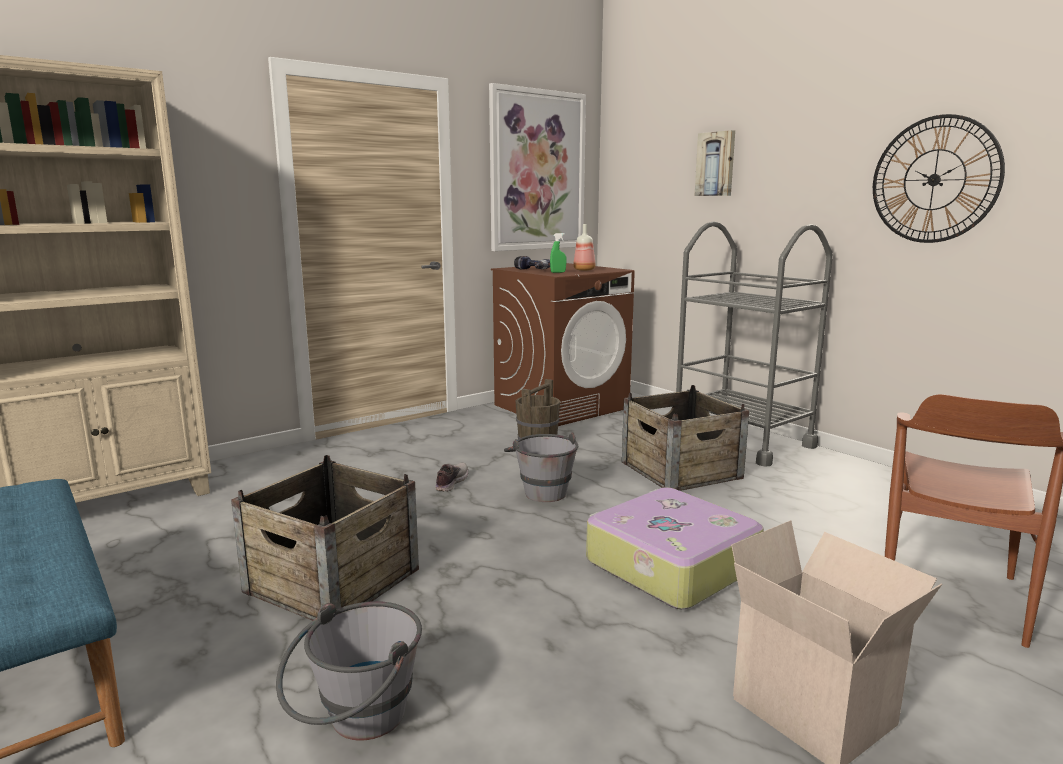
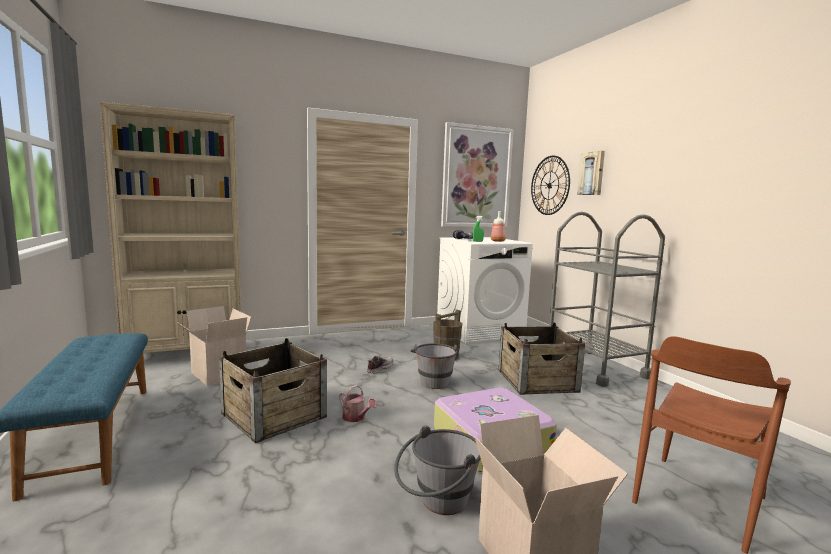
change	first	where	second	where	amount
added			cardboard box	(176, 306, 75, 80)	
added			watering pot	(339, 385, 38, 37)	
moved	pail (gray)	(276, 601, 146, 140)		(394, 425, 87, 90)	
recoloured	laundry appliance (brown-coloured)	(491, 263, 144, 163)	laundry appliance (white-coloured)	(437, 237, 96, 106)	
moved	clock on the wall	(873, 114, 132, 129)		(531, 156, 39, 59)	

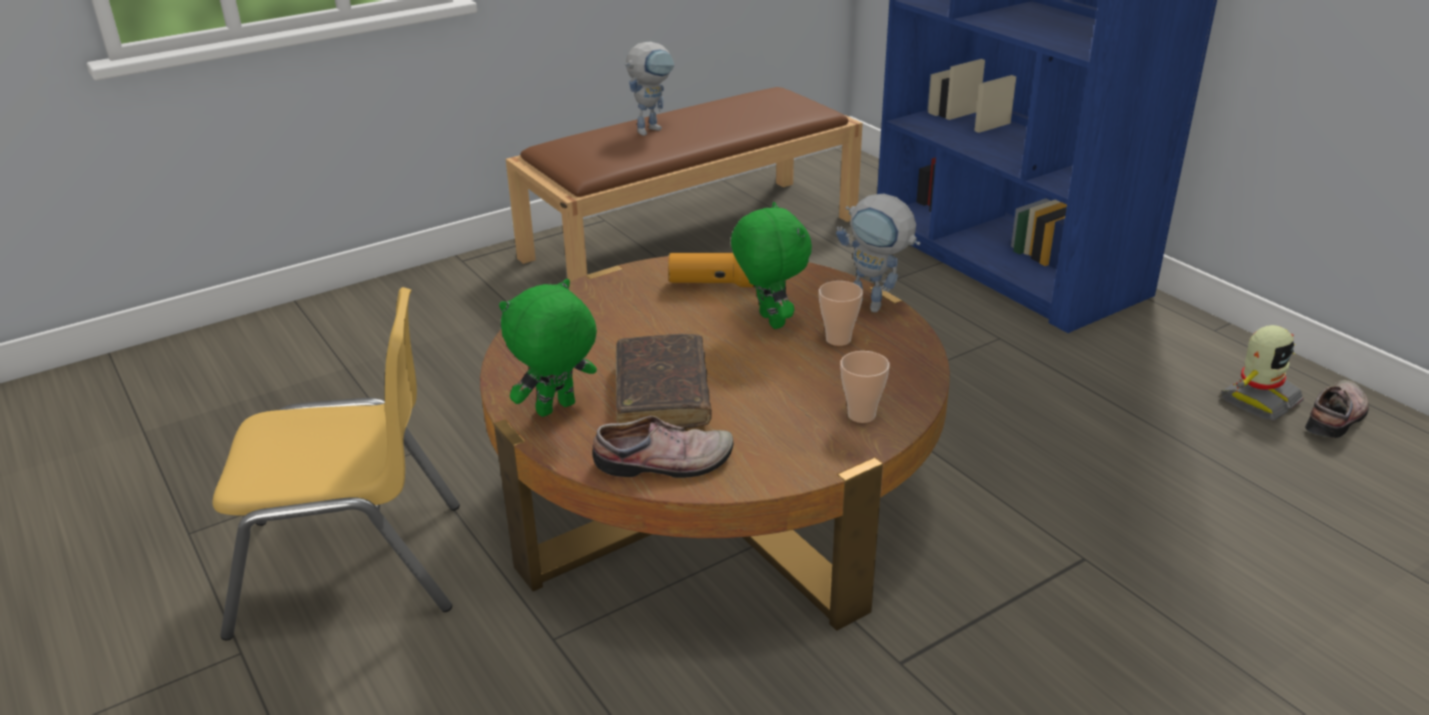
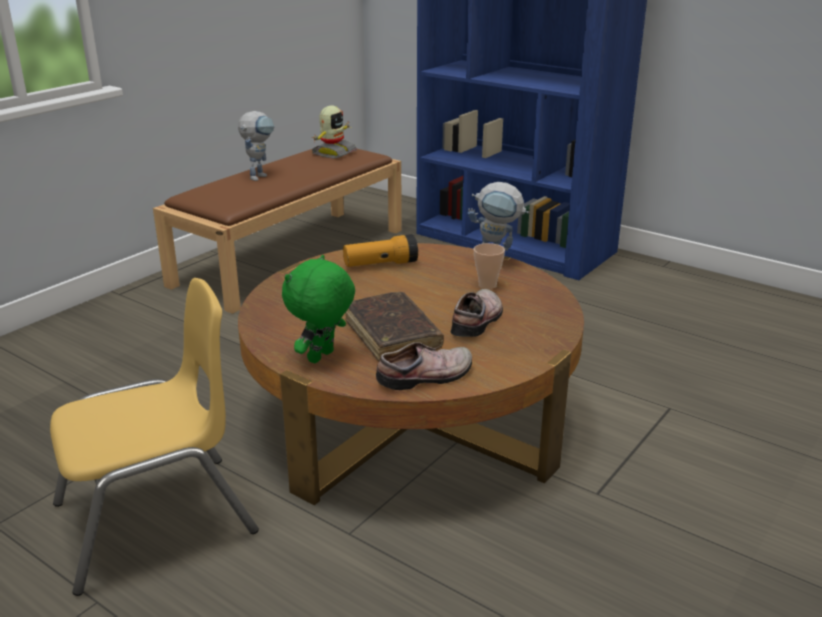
change	first	where	second	where	amount
moved	robot figure	(1220, 325, 84, 96)		(311, 106, 46, 52)	
moved	shoe	(1305, 380, 64, 58)		(451, 289, 52, 48)	
removed	plush toy (green-coloured)	(731, 202, 81, 127)			
removed	cup	(840, 351, 50, 72)			

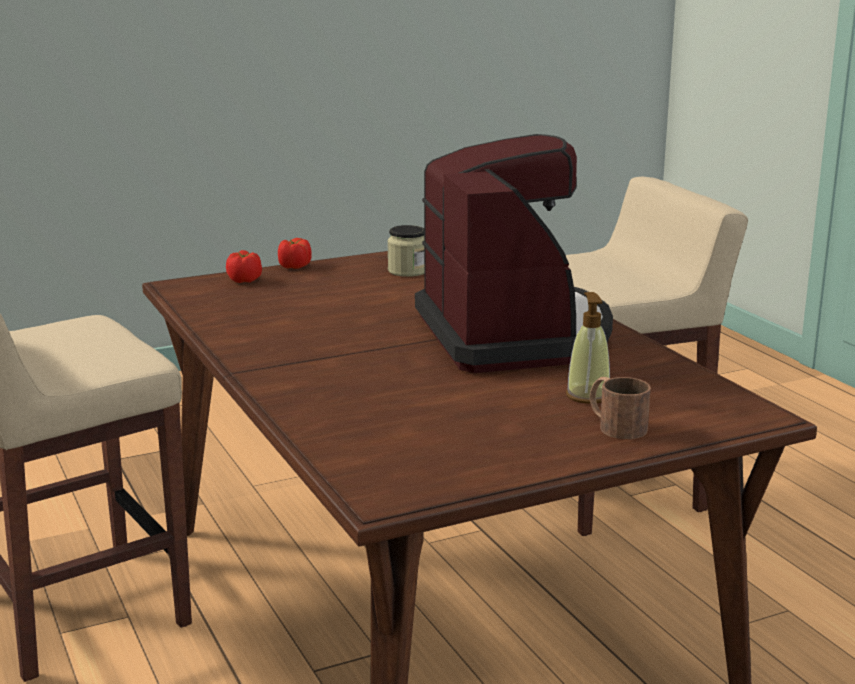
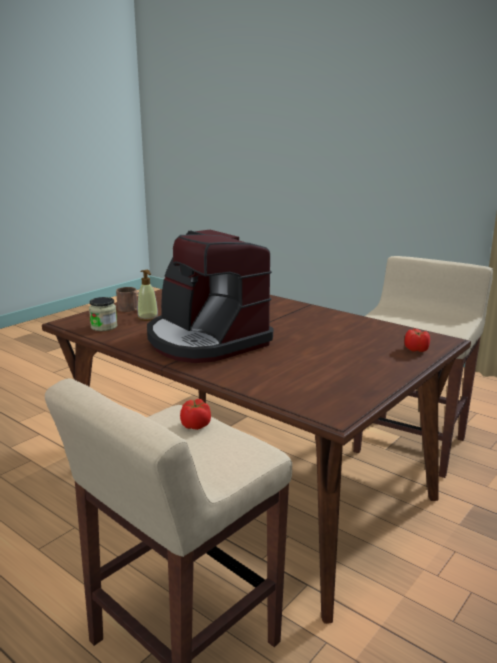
change	first	where	second	where	amount
moved	storage jar	(387, 225, 37, 52)		(89, 297, 28, 34)	
moved	tomato	(278, 238, 34, 31)		(180, 399, 31, 31)	

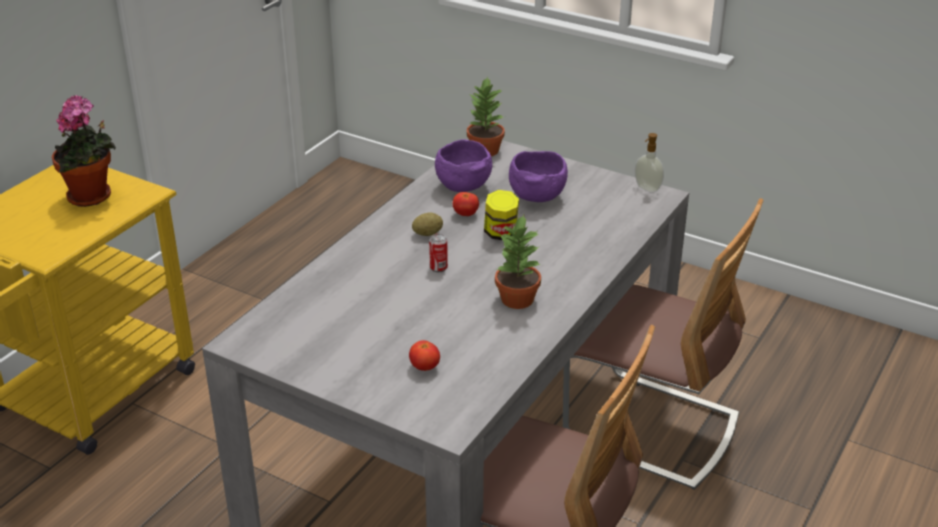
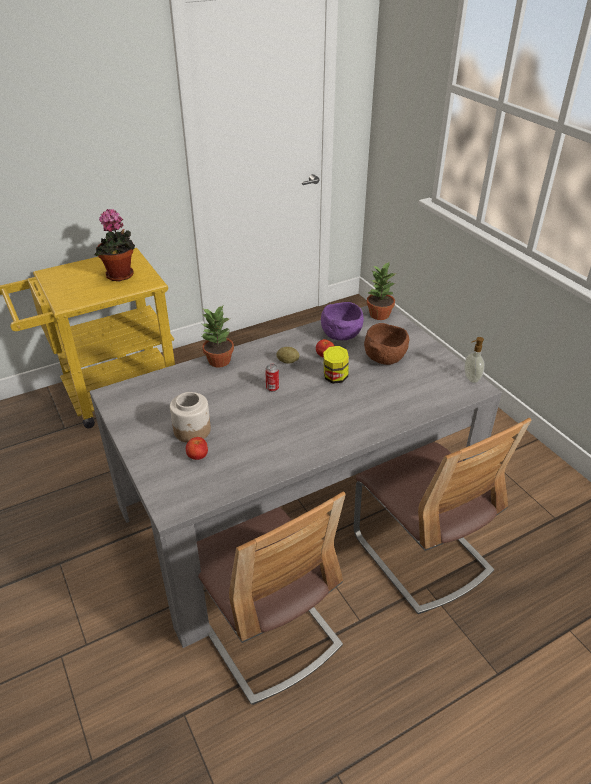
change	first	where	second	where	amount
added			storage jar	(170, 392, 41, 51)	
moved	houseplant	(495, 215, 46, 94)		(201, 306, 33, 61)	
recoloured	deep dish (purple)	(509, 151, 59, 51)	deep dish (brown-coloured)	(364, 323, 45, 42)	

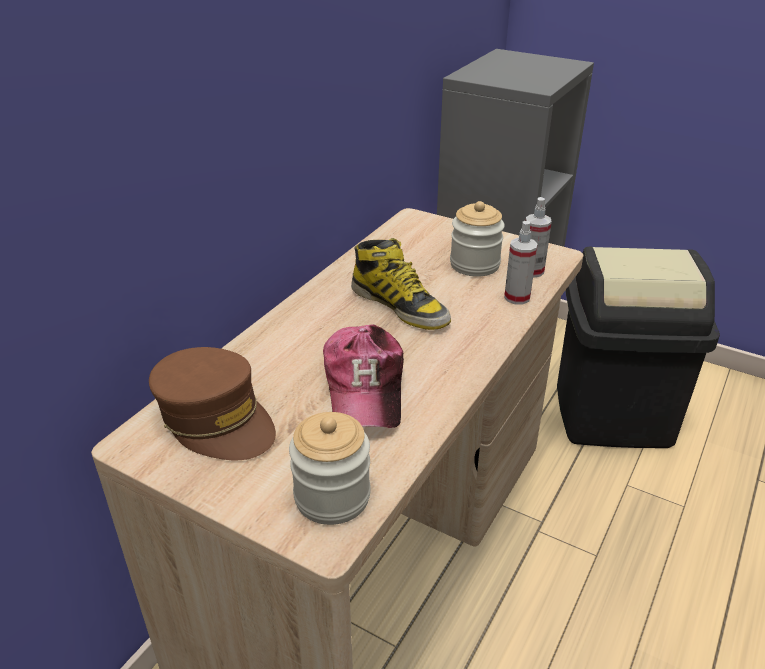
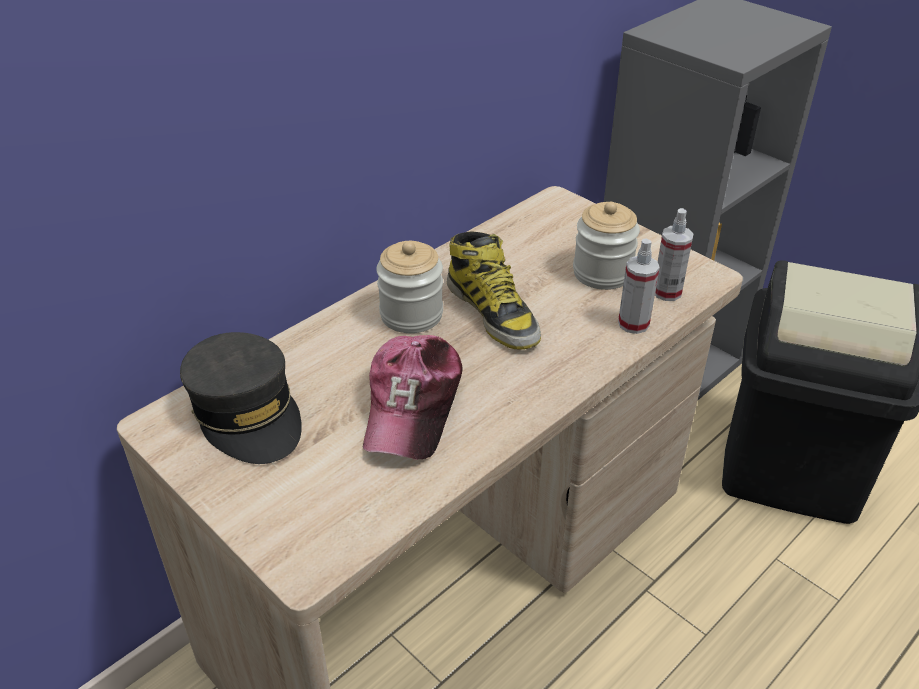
change	first	where	second	where	amount
recoloured	baseball cap (brown-coloured)	(149, 347, 127, 113)	baseball cap (gray)	(180, 332, 122, 132)	
moved	storage jar	(289, 412, 82, 113)		(376, 241, 67, 92)	

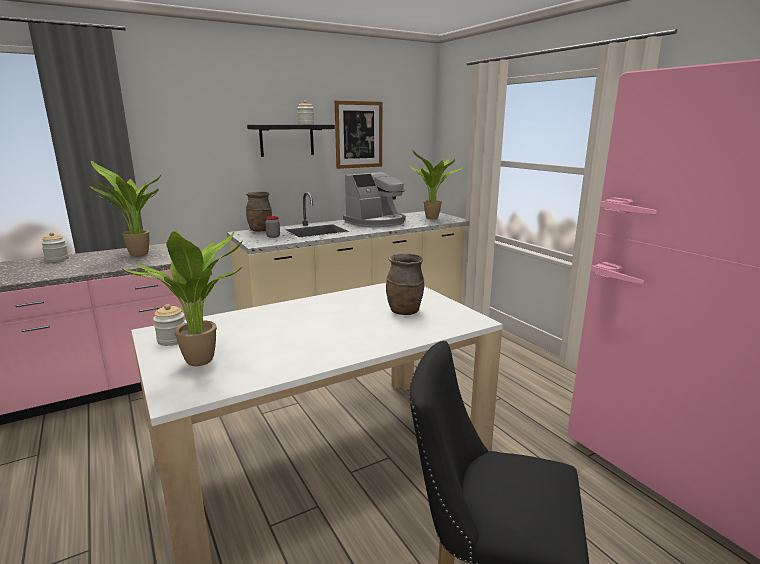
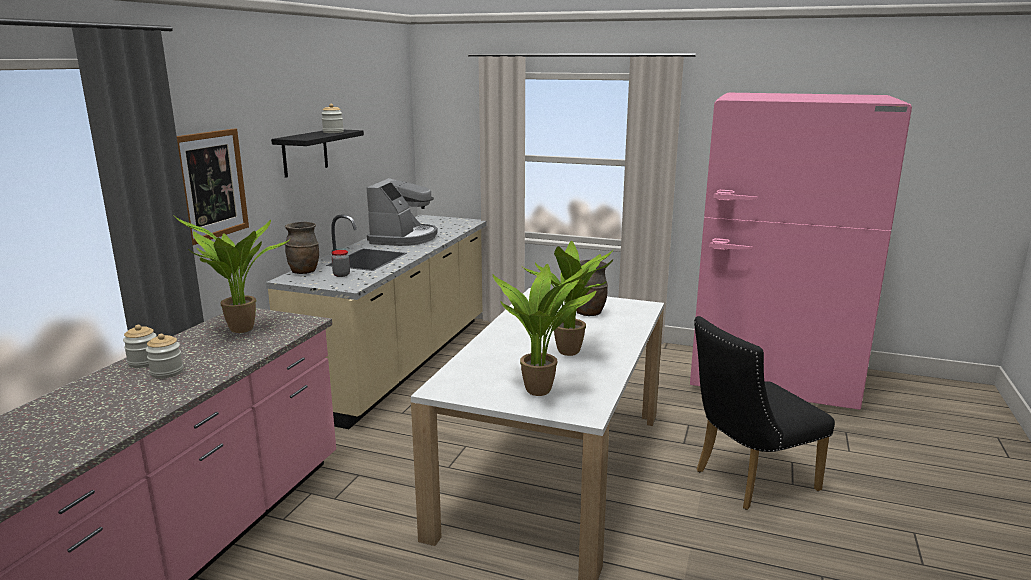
change	first	where	second	where	amount
moved	storage jar	(153, 304, 32, 42)		(146, 334, 37, 44)	
moved	wall picture	(335, 100, 47, 69)		(177, 128, 72, 117)	
moved	houseplant	(408, 150, 55, 69)		(523, 241, 91, 115)	

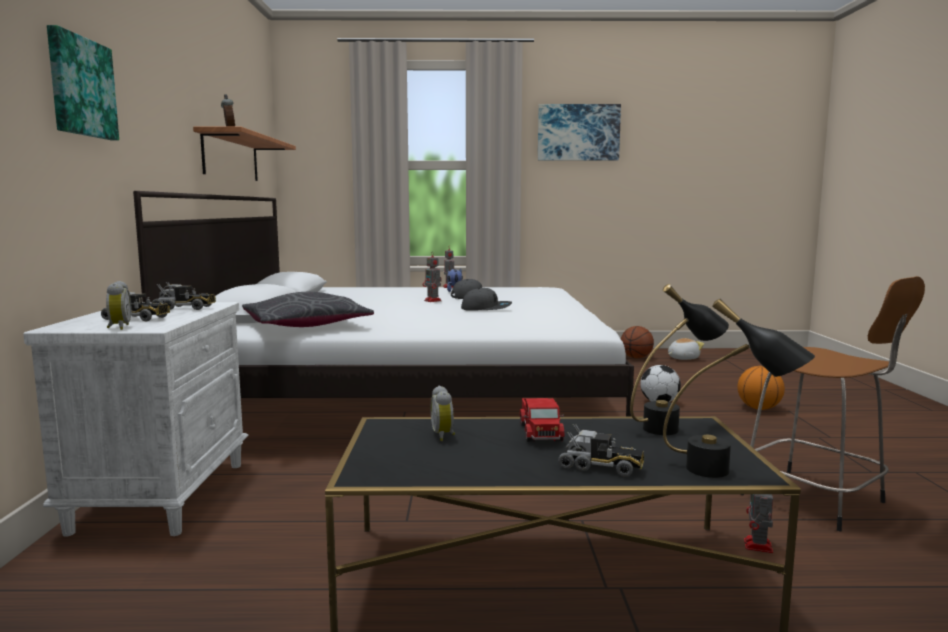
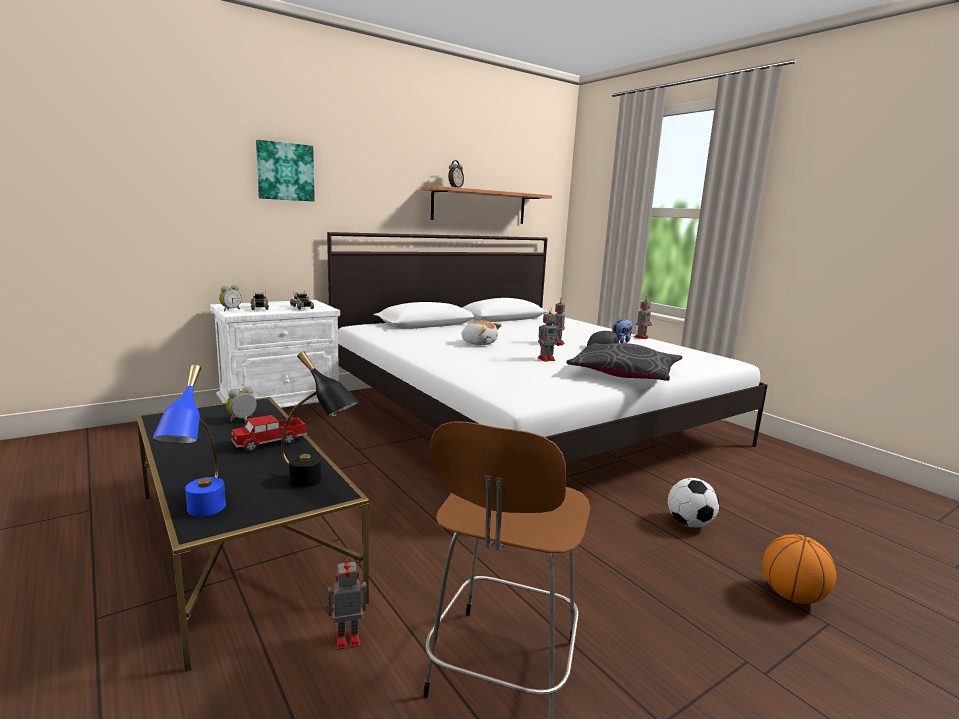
change	first	where	second	where	amount
recoloured	table lamp (black-coloured)	(663, 299, 152, 179)	table lamp (blue-coloured)	(152, 365, 74, 152)	
moved	plush toy	(668, 338, 36, 22)		(461, 320, 41, 25)	
replaced	baseball cap (gray)	(461, 288, 51, 23)	robot figure	(538, 307, 22, 55)	
moved	pillow (gray)	(242, 292, 132, 35)		(566, 343, 116, 38)	
removed	wall picture	(538, 104, 83, 57)			
removed	model truck	(558, 424, 87, 53)			
removed	basketball ball	(621, 326, 33, 32)			

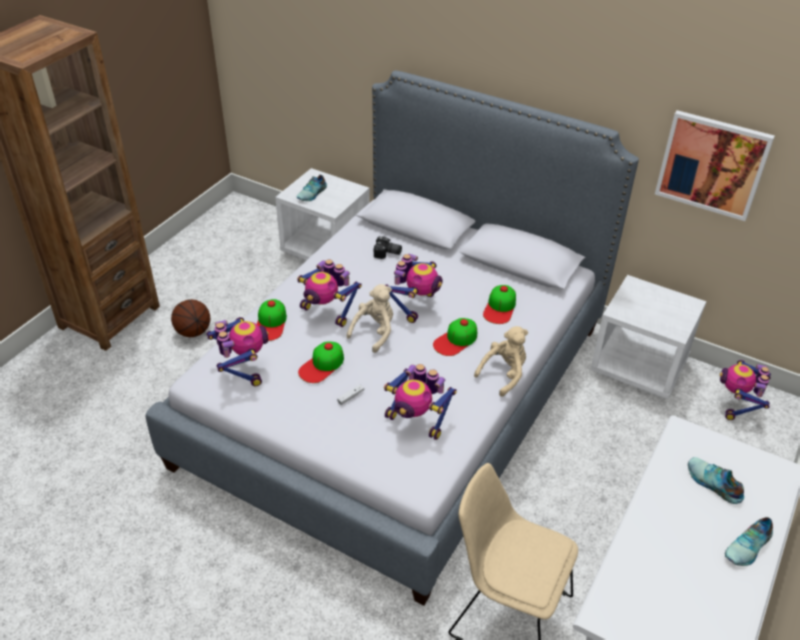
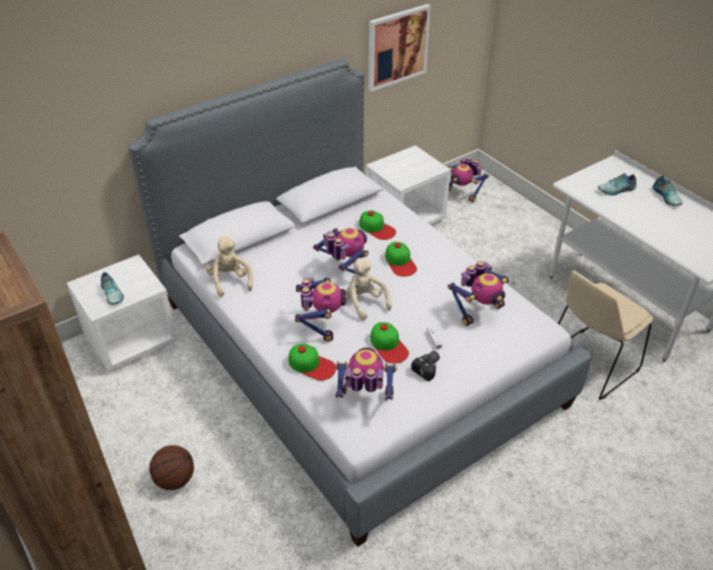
change	first	where	second	where	amount
moved	plush toy (sand-coloured)	(474, 326, 54, 71)		(205, 237, 48, 60)	
turned	robot figure	(297, 259, 65, 68)		(295, 278, 52, 64)	60 degrees counterclockwise
moved	photo camera	(374, 236, 28, 23)		(411, 351, 29, 30)	

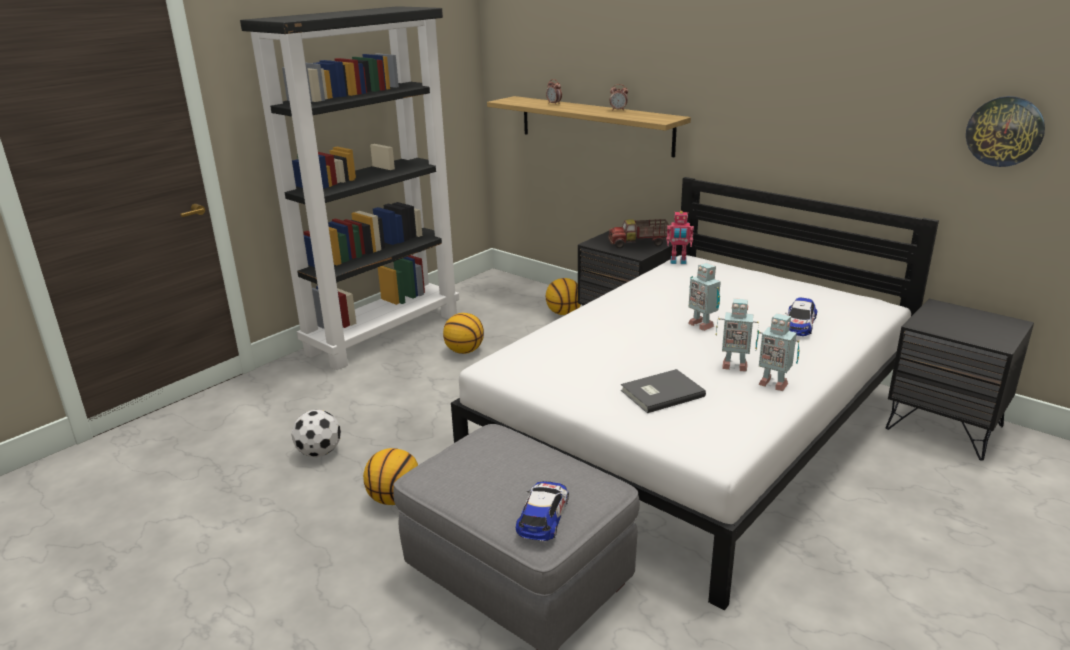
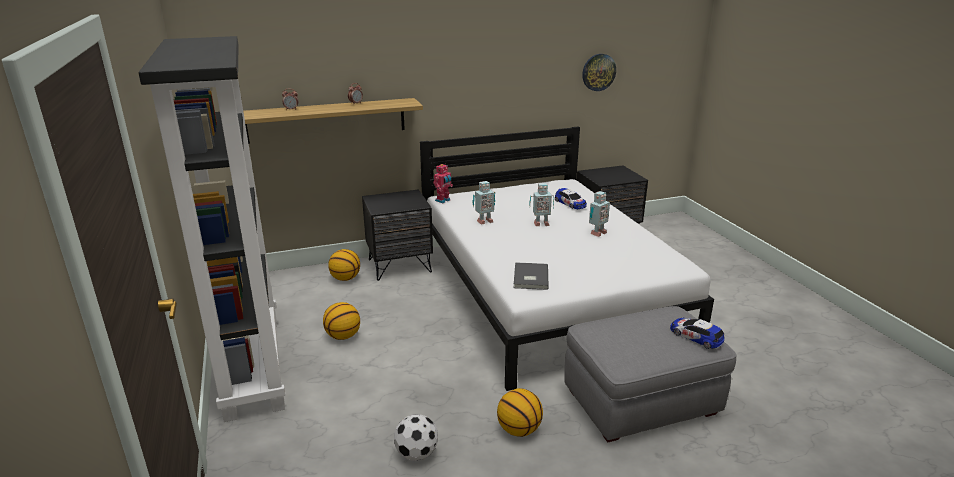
change	first	where	second	where	amount
moved	robot figure	(755, 313, 45, 78)		(473, 181, 22, 44)	
moved	volume (gray)	(621, 369, 85, 44)		(514, 262, 35, 28)	
removed	model truck	(608, 219, 62, 30)			

